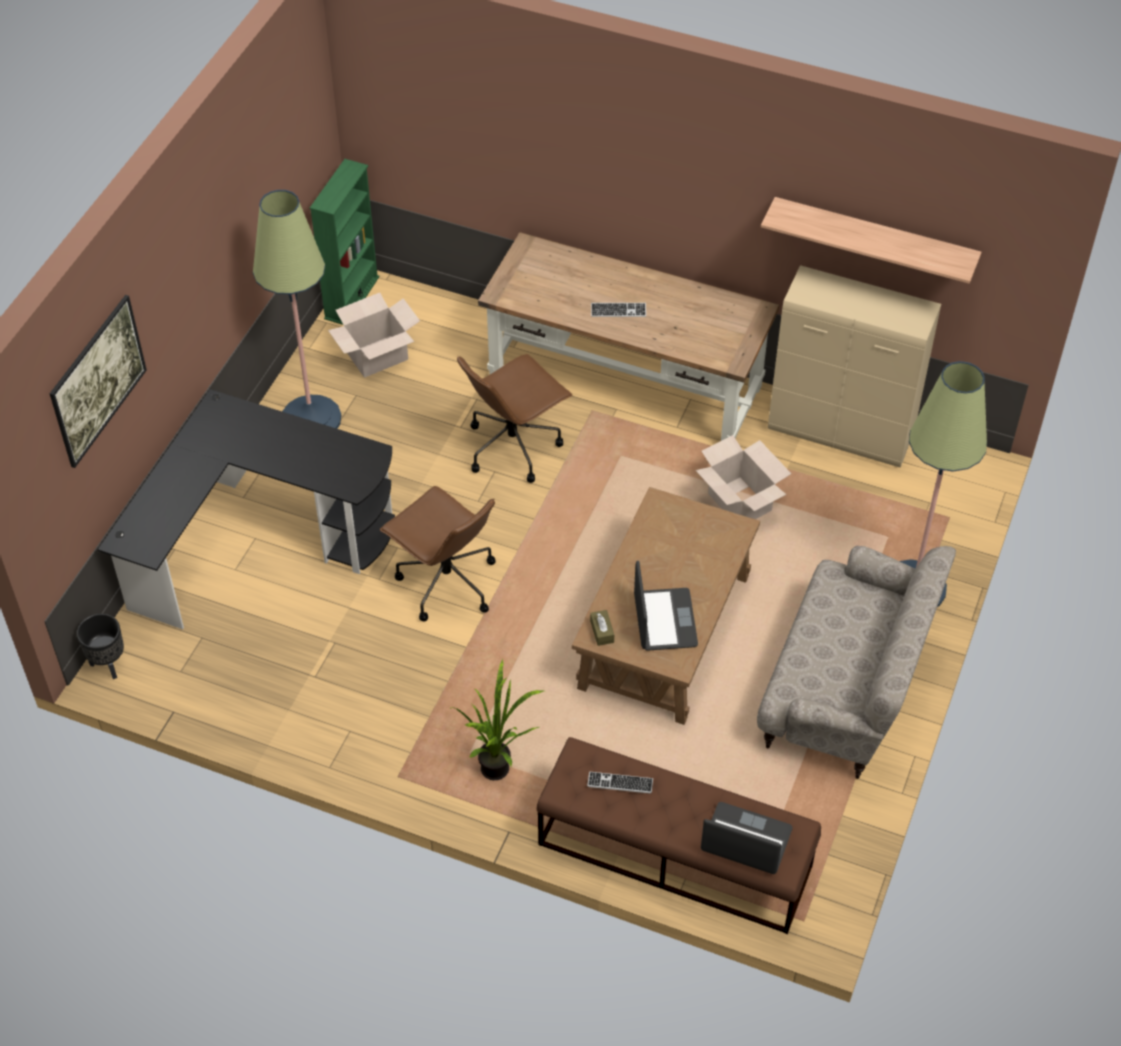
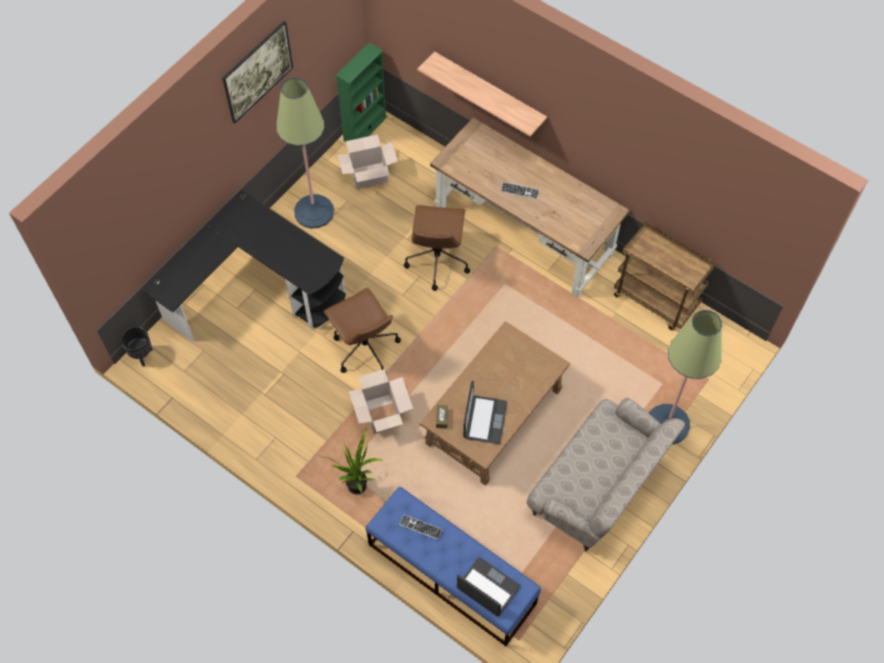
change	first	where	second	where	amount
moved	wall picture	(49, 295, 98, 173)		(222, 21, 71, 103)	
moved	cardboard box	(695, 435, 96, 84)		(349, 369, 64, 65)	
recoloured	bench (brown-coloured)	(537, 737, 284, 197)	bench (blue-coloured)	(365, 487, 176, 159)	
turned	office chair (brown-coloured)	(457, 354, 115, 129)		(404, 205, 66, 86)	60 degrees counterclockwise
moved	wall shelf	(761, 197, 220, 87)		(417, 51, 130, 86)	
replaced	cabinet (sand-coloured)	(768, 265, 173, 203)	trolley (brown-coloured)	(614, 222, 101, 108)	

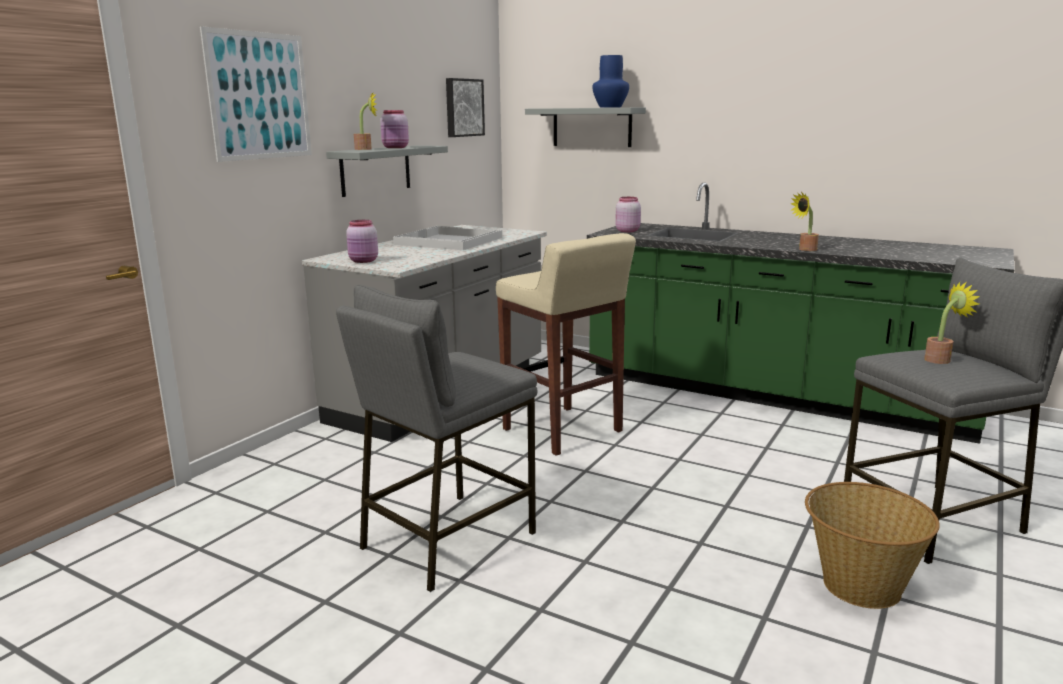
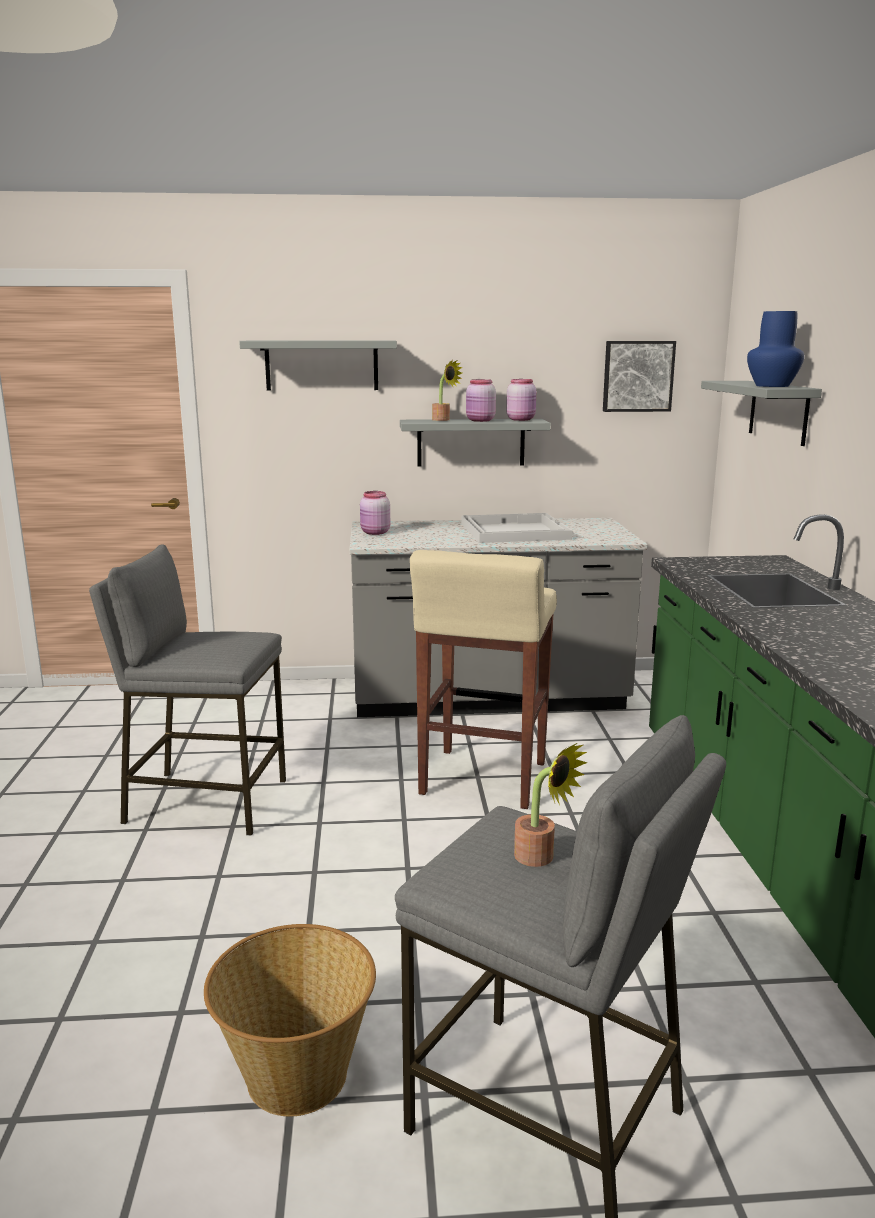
change	first	where	second	where	amount
replaced	wall picture	(200, 26, 112, 136)	wall shelf (gray)	(239, 341, 158, 50)	
moved	storage jar (pinkish)	(615, 197, 26, 35)		(506, 379, 30, 42)	
removed	houseplant	(791, 192, 28, 59)			

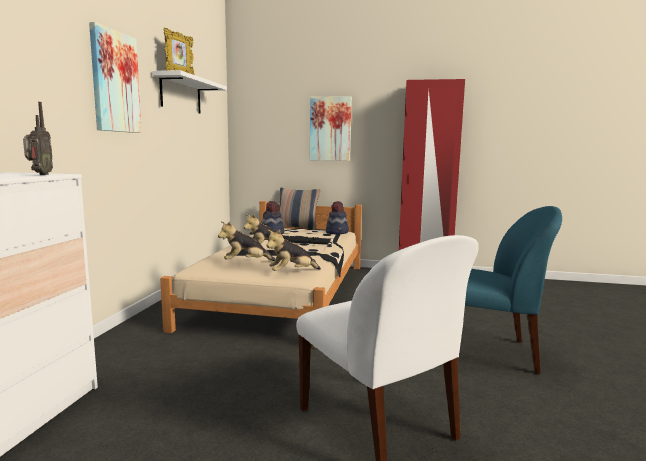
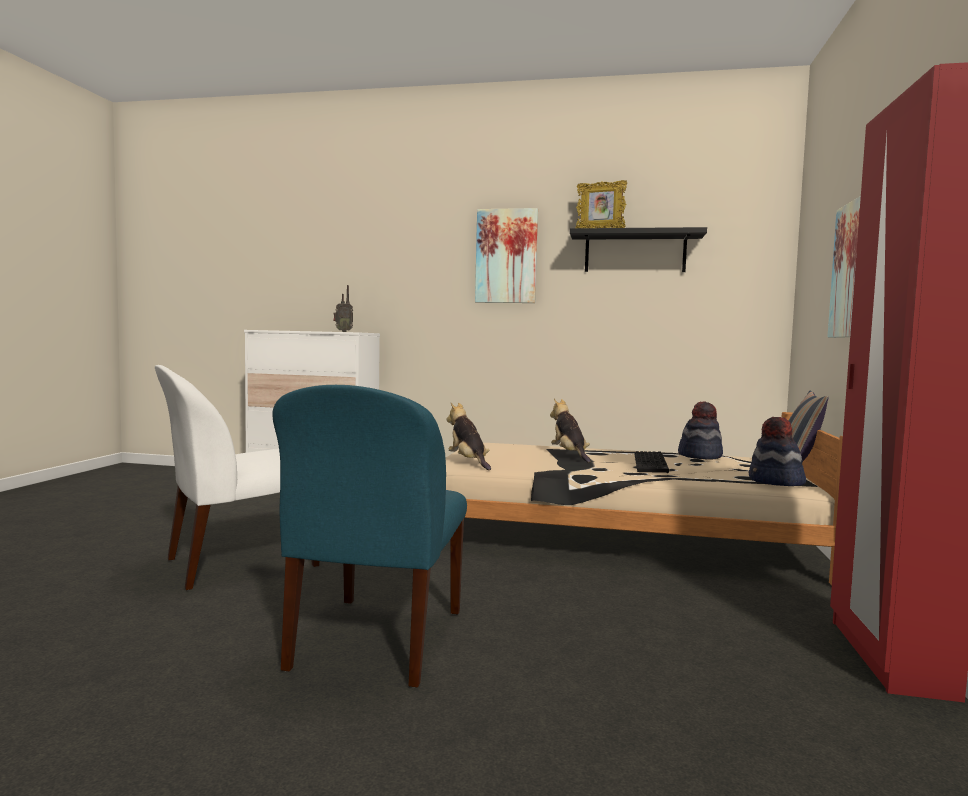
change	first	where	second	where	amount
recoloured	wall shelf (white-coloured)	(152, 70, 75, 44)	wall shelf (black-coloured)	(570, 227, 137, 45)	
removed	plush toy	(218, 221, 57, 40)			

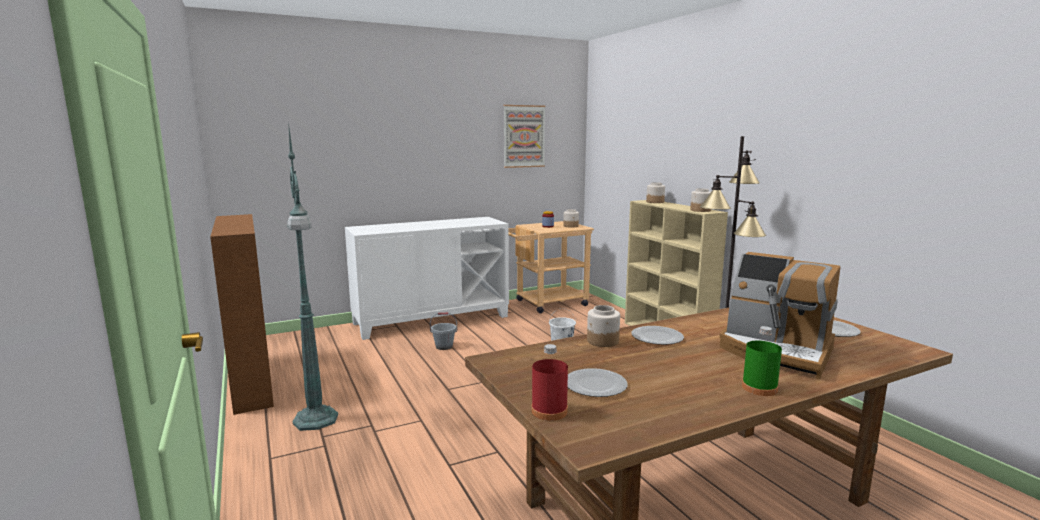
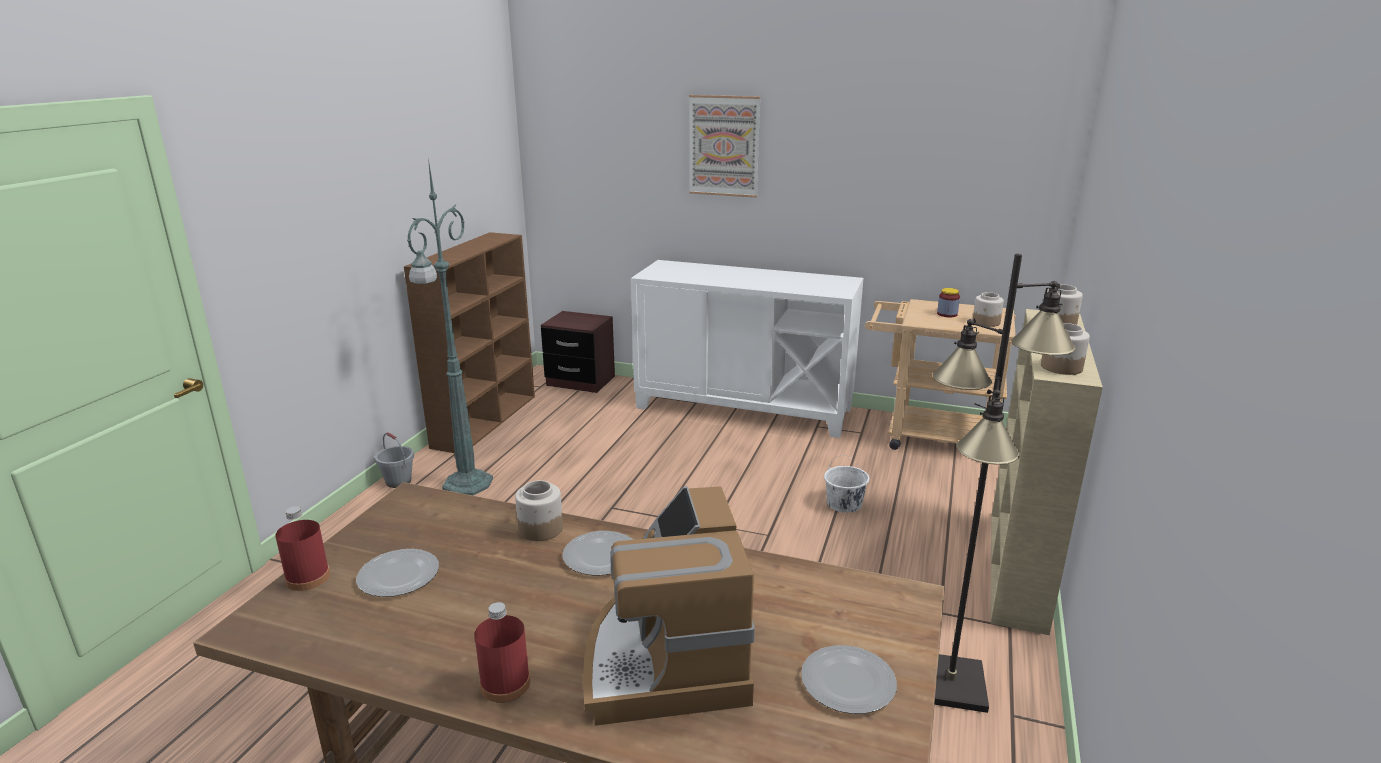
change	first	where	second	where	amount
moved	pail (gray)	(430, 313, 27, 37)		(375, 432, 39, 56)	
recoloured	bottle (green-coloured)	(742, 326, 40, 70)	bottle (red)	(474, 602, 57, 101)	
added			nightstand (brown-coloured)	(541, 311, 74, 82)	
moved	wall picture	(504, 105, 41, 63)		(689, 95, 72, 103)	

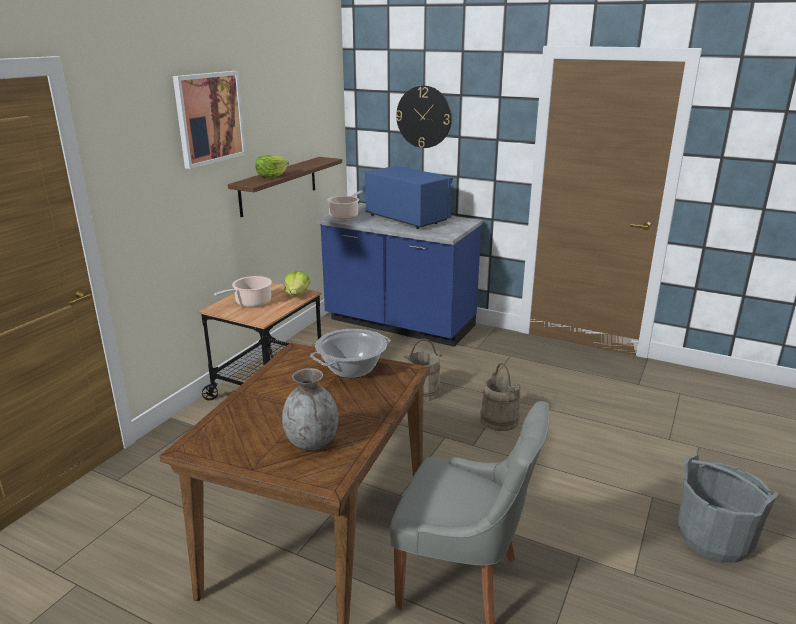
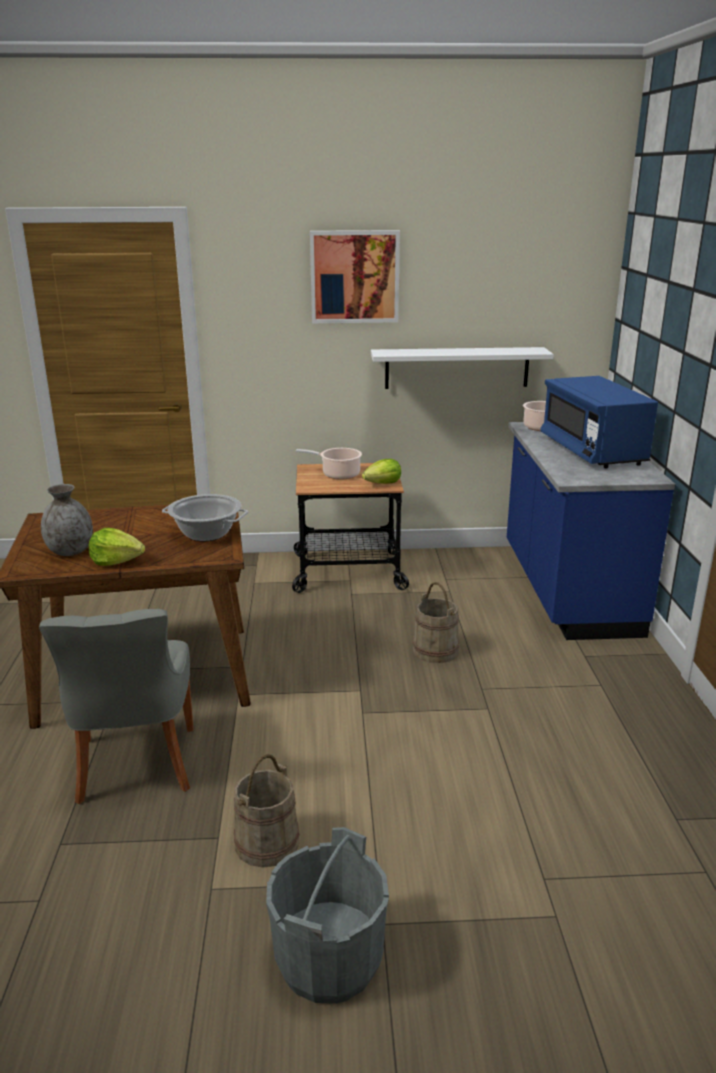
change	first	where	second	where	amount
moved	lettuce head	(255, 155, 34, 23)		(89, 528, 56, 38)	
moved	pail (sand-coloured)	(480, 363, 41, 68)		(234, 754, 66, 114)	
recoloured	wall shelf (brown-coloured)	(228, 157, 114, 60)	wall shelf (white-coloured)	(371, 347, 183, 42)	
turned	microwave oven (blue-coloured)	(365, 166, 88, 63)		(540, 376, 118, 92)	150 degrees clockwise
removed	clock on the wall	(396, 86, 56, 62)			

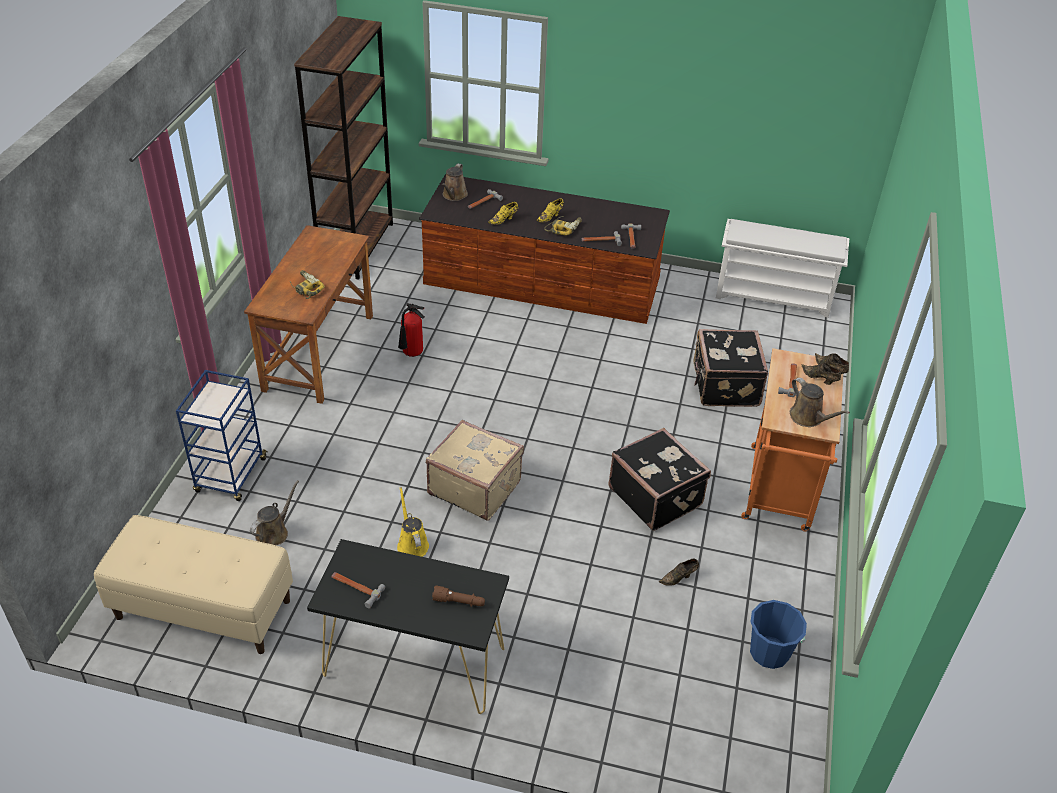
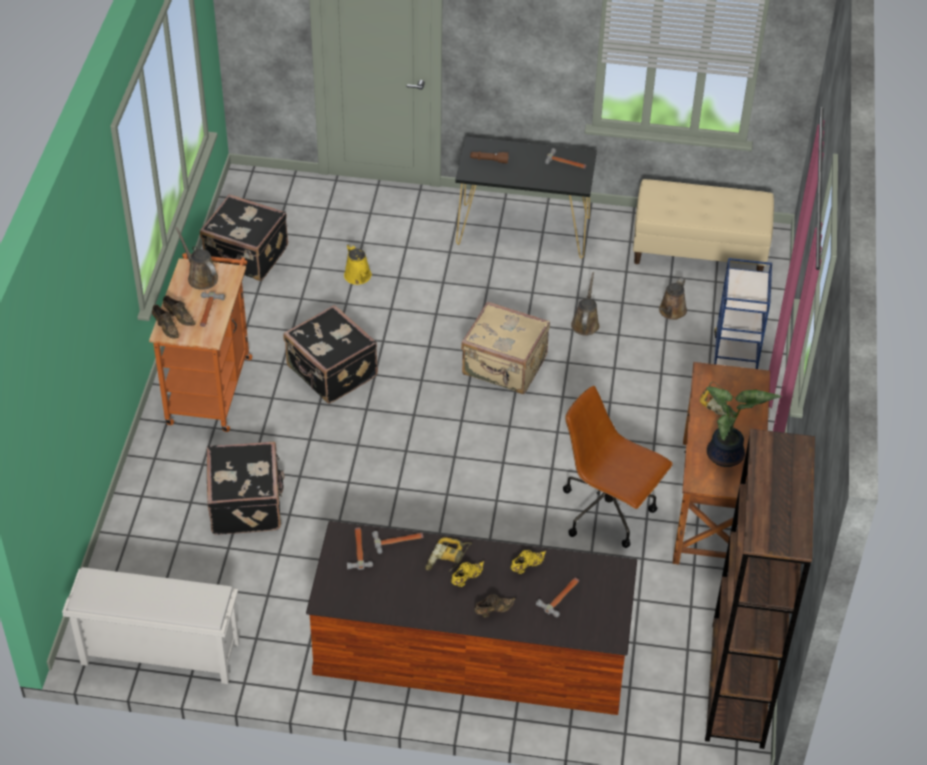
change	first	where	second	where	amount
replaced	pail (blue-coloured)	(750, 600, 57, 69)	travel case (black-coloured)	(200, 194, 88, 87)	
moved	watering pot (yellow)	(397, 487, 32, 70)		(344, 243, 29, 42)	
moved	shoe (brown-coloured)	(659, 559, 40, 27)		(474, 594, 42, 24)	
replaced	fire-fighting cylinder	(398, 303, 27, 54)	office chair (brown-coloured)	(563, 386, 110, 162)	
moved	watering pot (brown-coloured)	(442, 163, 26, 38)		(571, 272, 28, 63)	
added			houseplant	(706, 386, 76, 81)	

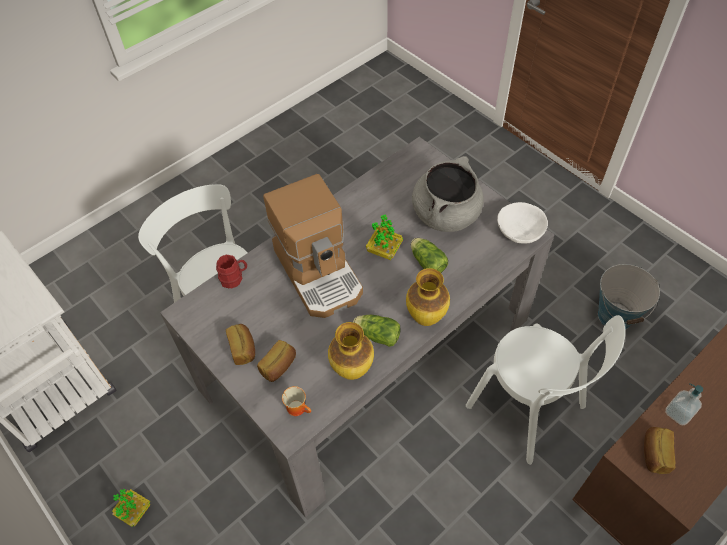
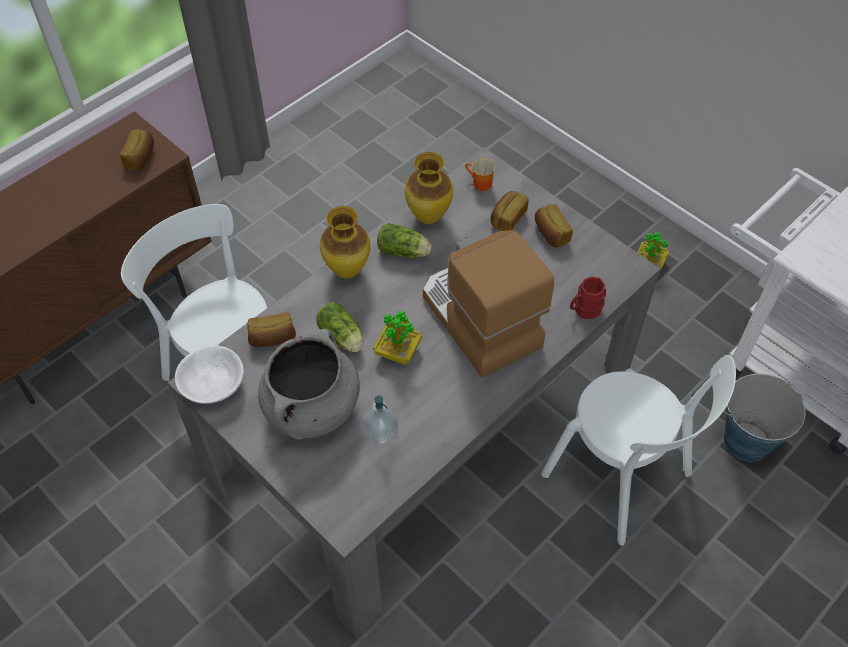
change	first	where	second	where	amount
added			baked bread	(247, 312, 49, 35)	
moved	soap dispenser	(665, 383, 38, 43)		(363, 396, 35, 50)	
moved	pail	(598, 264, 62, 66)		(723, 374, 82, 88)	

